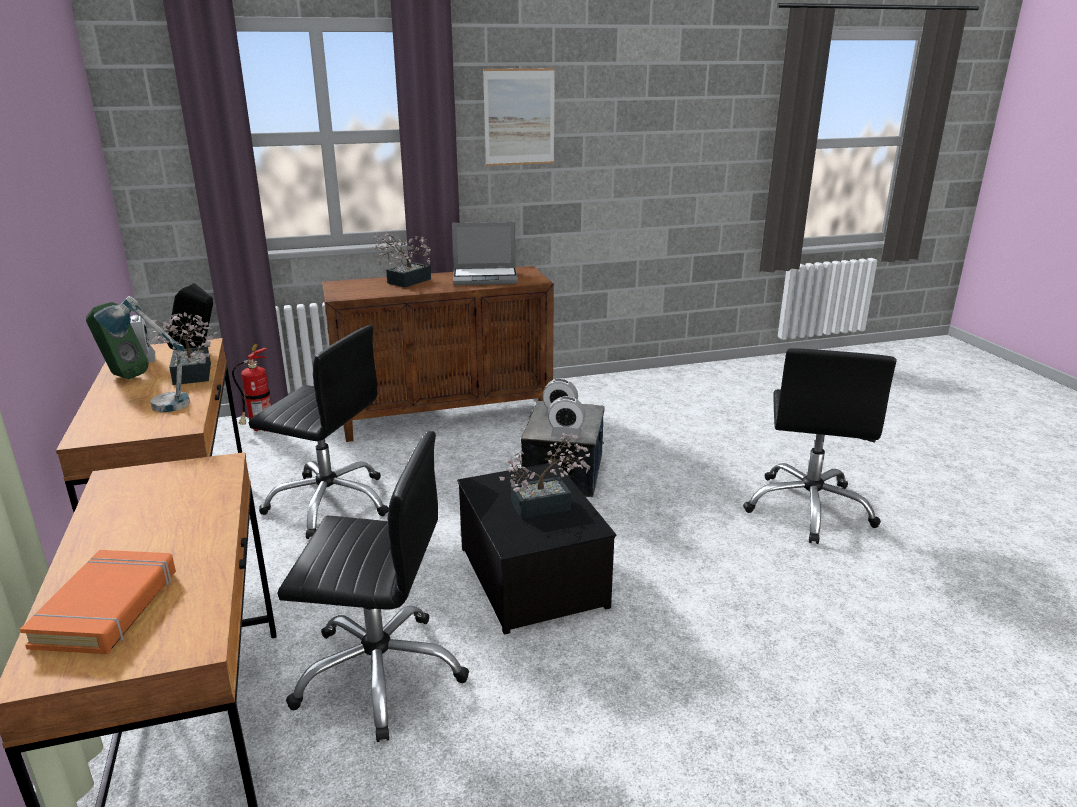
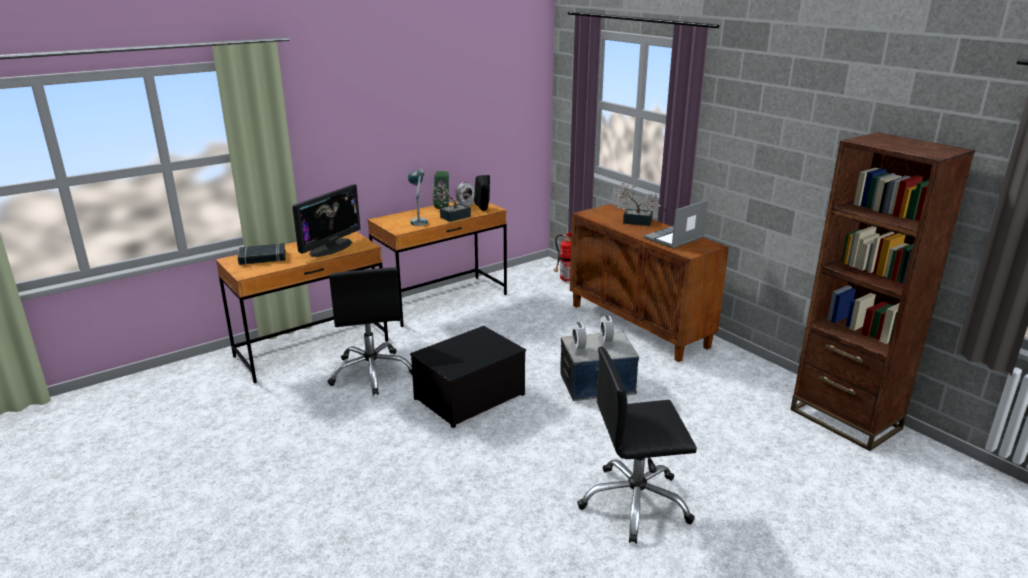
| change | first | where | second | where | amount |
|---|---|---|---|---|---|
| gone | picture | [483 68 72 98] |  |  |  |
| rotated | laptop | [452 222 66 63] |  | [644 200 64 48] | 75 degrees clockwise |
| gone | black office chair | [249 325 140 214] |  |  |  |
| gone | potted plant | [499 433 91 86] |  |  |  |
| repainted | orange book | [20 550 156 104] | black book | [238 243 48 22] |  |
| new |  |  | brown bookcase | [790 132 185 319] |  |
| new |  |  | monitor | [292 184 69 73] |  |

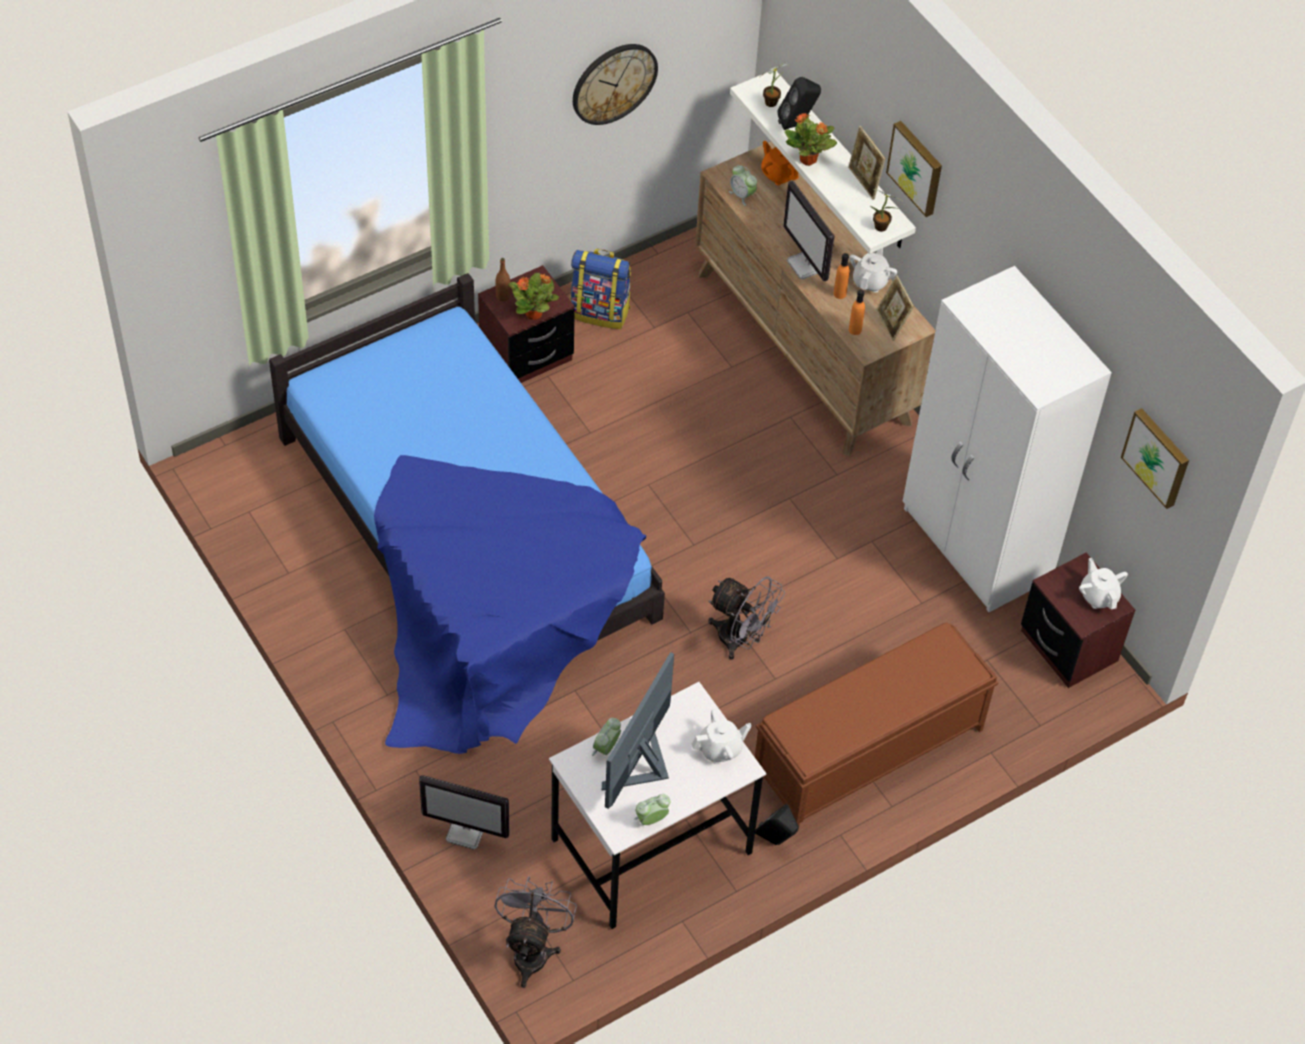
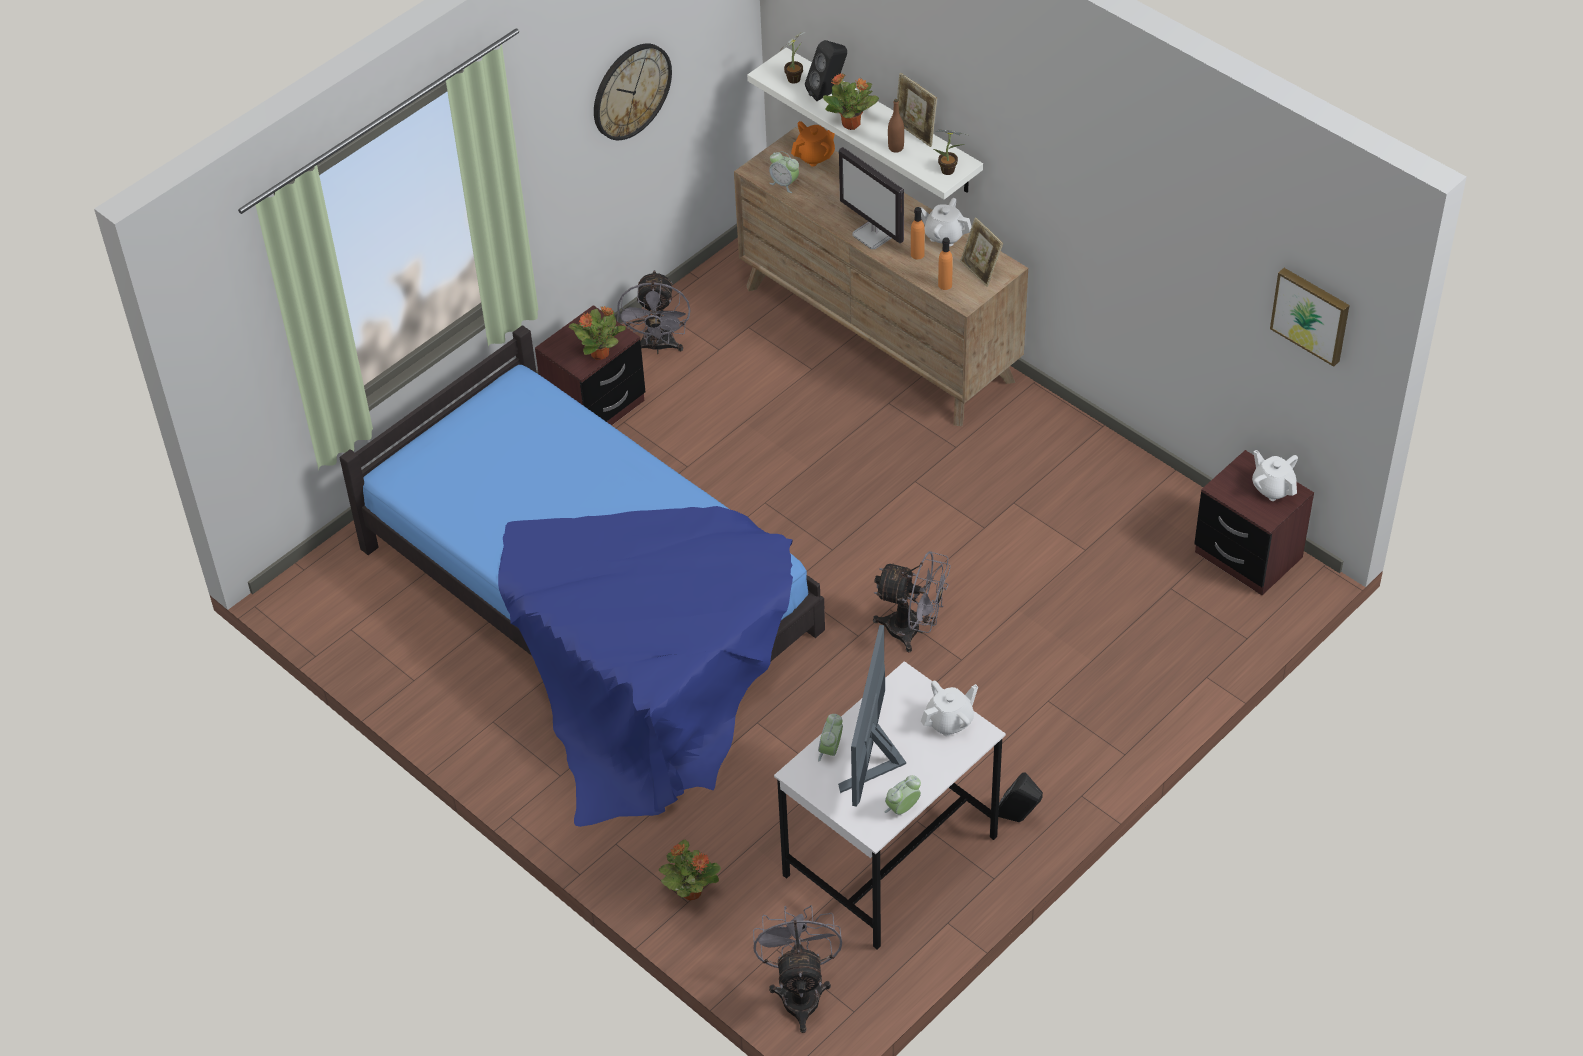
| change | first | where | second | where | amount |
|---|---|---|---|---|---|
| gone | picture | [886 121 56 96] |  |  |  |
| rotated | orange teapot | [761 141 38 44] |  | [791 121 44 46] | 105 degrees clockwise |
| rotated | white teapot | [849 248 48 45] |  | [920 198 52 48] | 75 degrees counterclockwise |
| swapped | backpack | [570 249 61 80] | grey fan | [617 270 74 84] |  |
| shifted | brown bottle | [495 258 15 43] |  | [888 99 16 54] |  |
| gone | white wardrobe | [903 266 209 346] |  |  |  |
| gone | brown bench | [755 623 243 207] |  |  |  |
| swapped | monitor | [419 775 90 74] | potted plant | [659 839 62 62] |  |

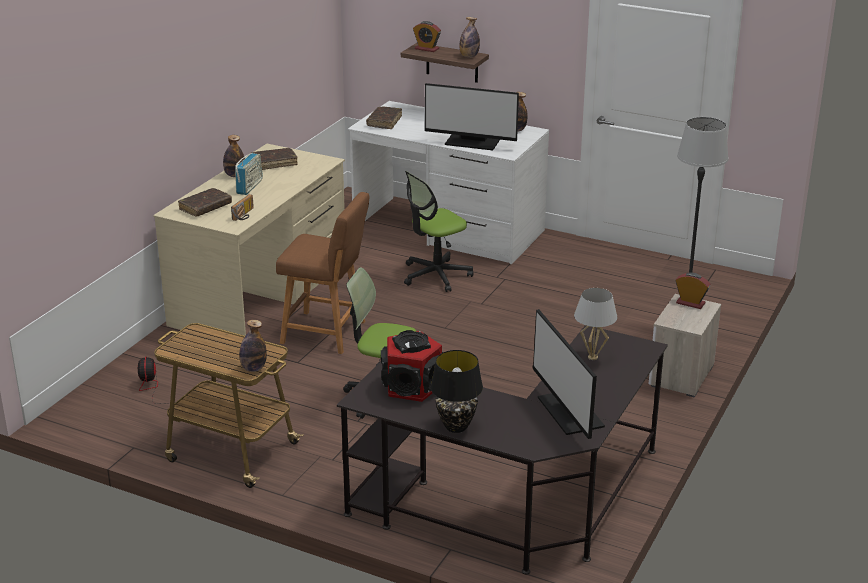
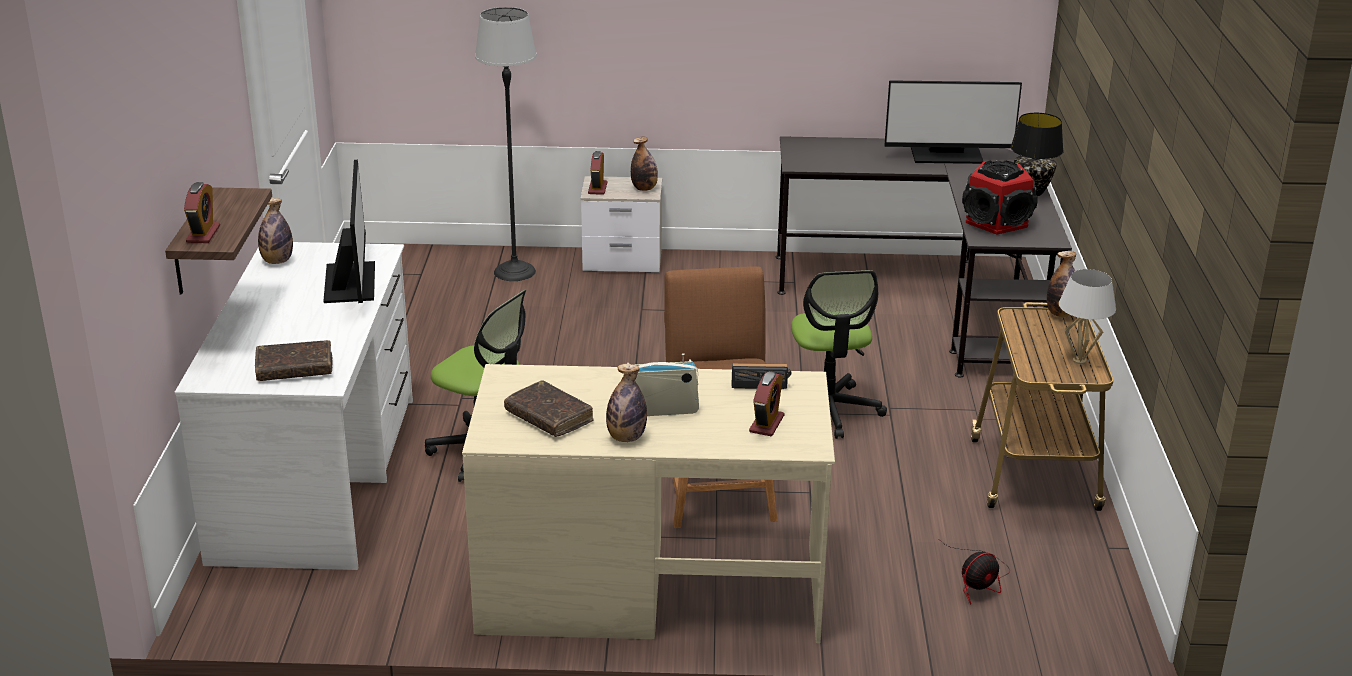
| change | first | where | second | where | amount |
|---|---|---|---|---|---|
| shifted | bottle | [459 17 21 40] |  | [631 137 27 54] |  |
| swapped | brown book | [178 188 54 29] | alarm clock | [749 371 35 65] |  |
| shifted | white table lamp | [574 288 43 72] |  | [1059 269 57 95] |  |
| rotated | monitor | [533 309 72 130] |  | [885 80 137 84] | 45 degrees clockwise |

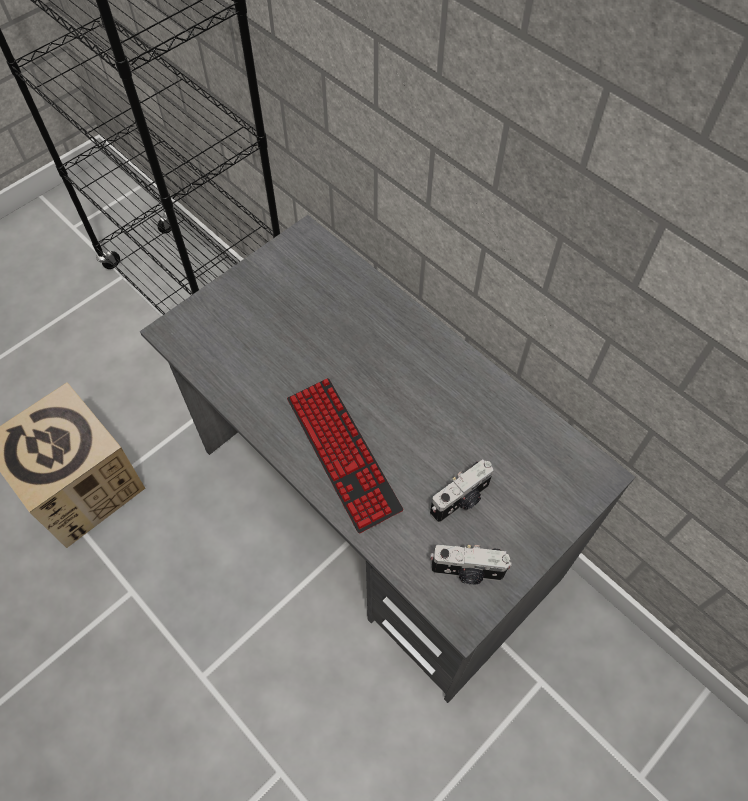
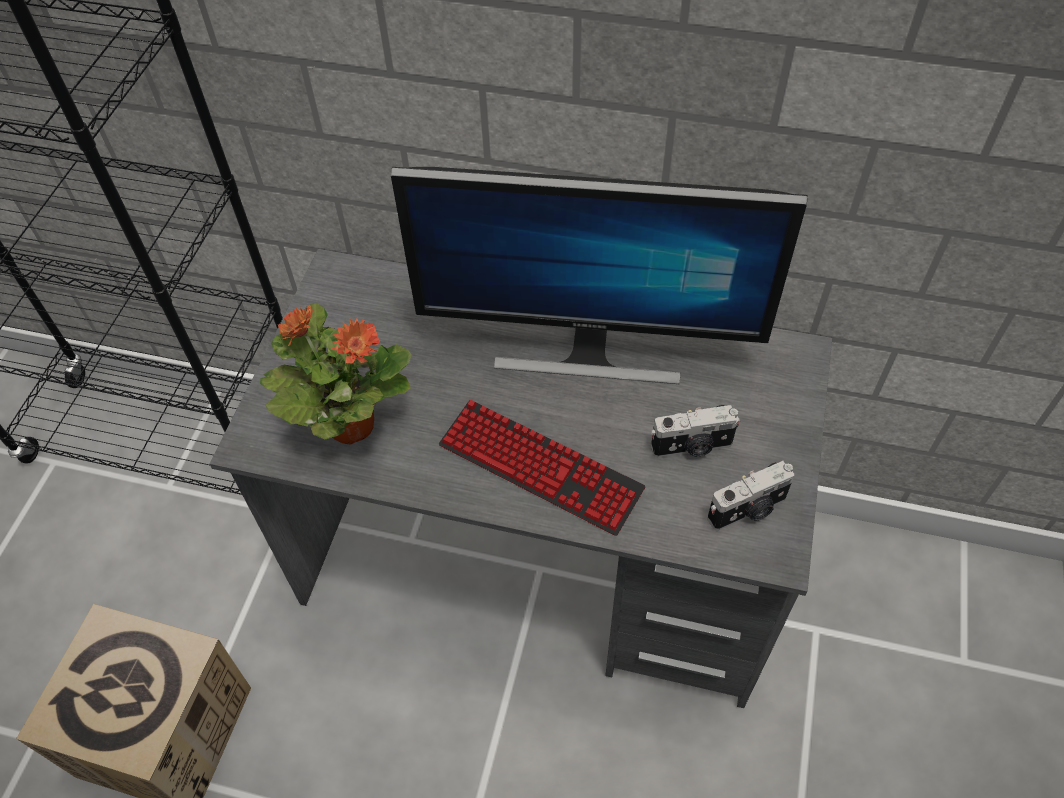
| change | first | where | second | where | amount |
|---|---|---|---|---|---|
| rotated | photo camera | [430 459 63 64] |  | [651 405 89 53] | 60 degrees clockwise |
| new |  |  | monitor | [391 167 417 217] |  |
| new |  |  | potted plant | [260 303 152 142] |  |

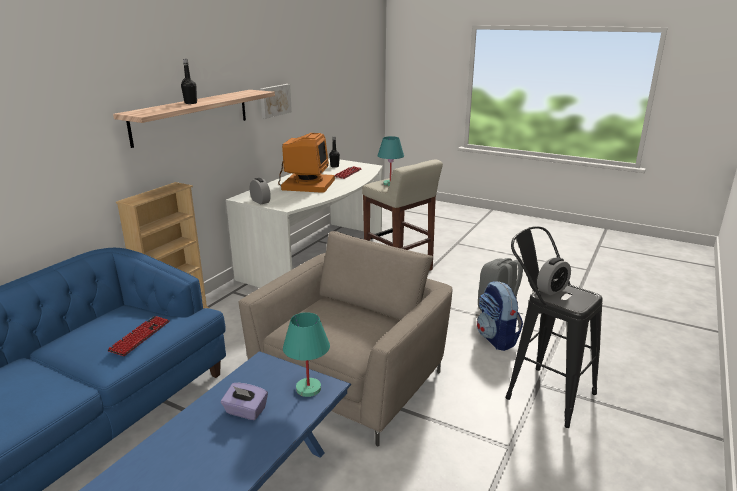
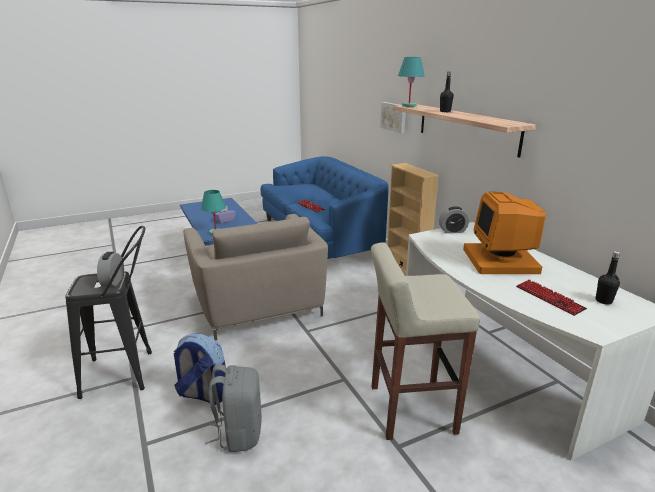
| change | first | where | second | where | amount |
|---|---|---|---|---|---|
| shifted | picture | [260 84 32 35] |  | [380 102 26 31] |  |
| rotated | monitor | [278 133 57 60] |  | [463 192 83 82] | 45 degrees clockwise |
| shifted | turquoise table lamp | [378 136 26 50] |  | [398 57 27 50] |  |

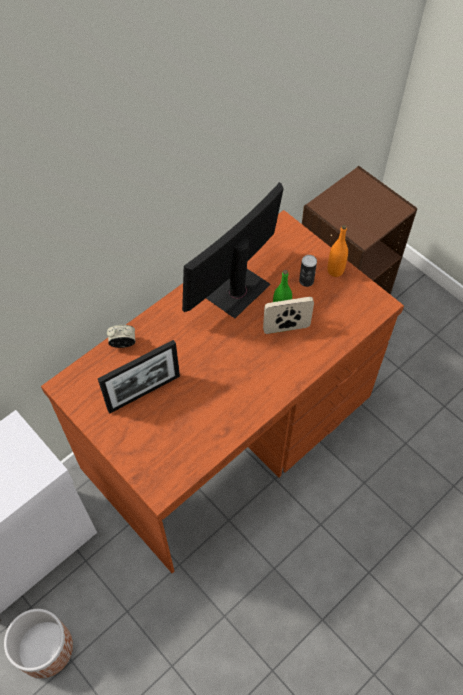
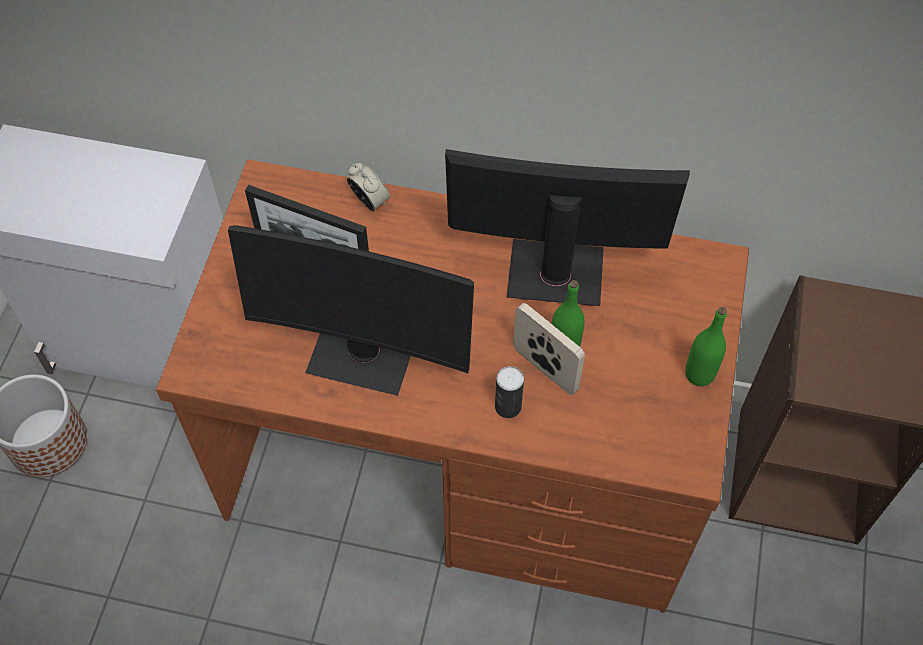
| change | first | where | second | where | amount |
|---|---|---|---|---|---|
| repainted | orange bottle | [327 225 21 52] | green bottle | [685 307 42 79] |  |
| shifted | can | [299 255 18 32] |  | [495 366 29 52] |  |
| new |  |  | monitor | [228 225 246 171] |  |

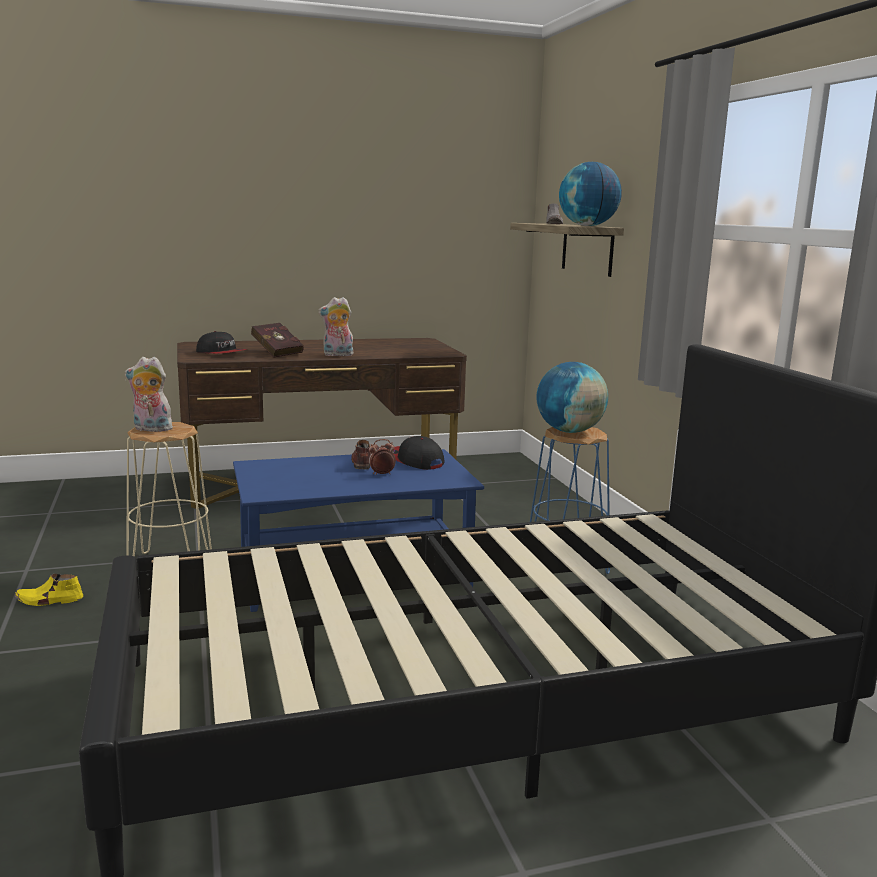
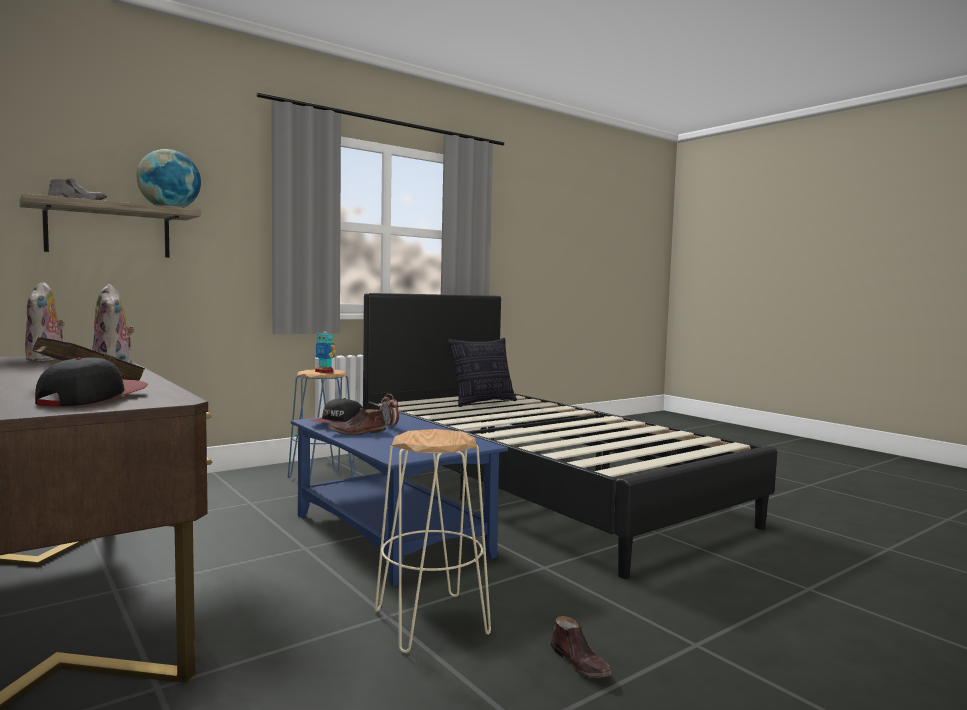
| change | first | where | second | where | amount |
|---|---|---|---|---|---|
| shifted | plush toy | [125 357 48 75] |  | [25 282 40 79] |  |
| swapped | globe | [536 362 72 71] | toy robot | [315 326 21 47] |  |
| repainted | yellow shoe | [14 574 69 32] | brown shoe | [551 616 61 62] |  |
| new |  |  | pillow | [448 338 69 69] |  |

